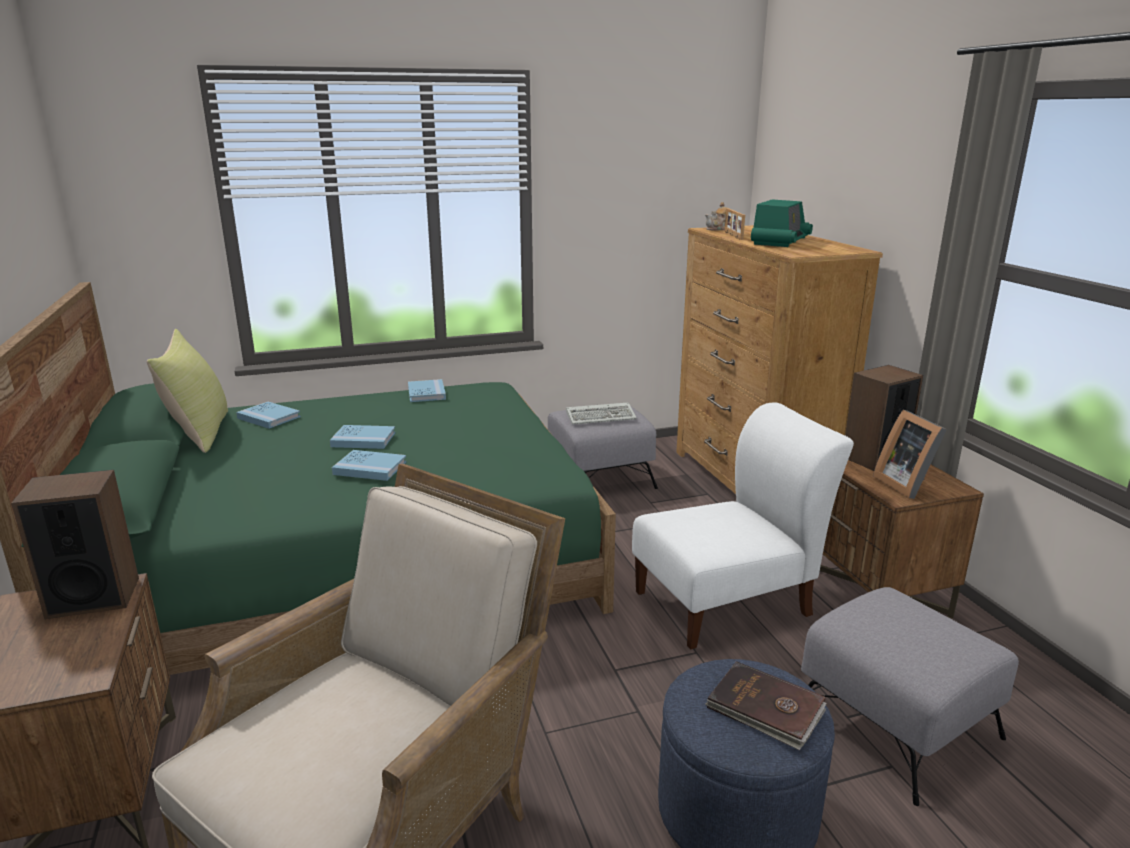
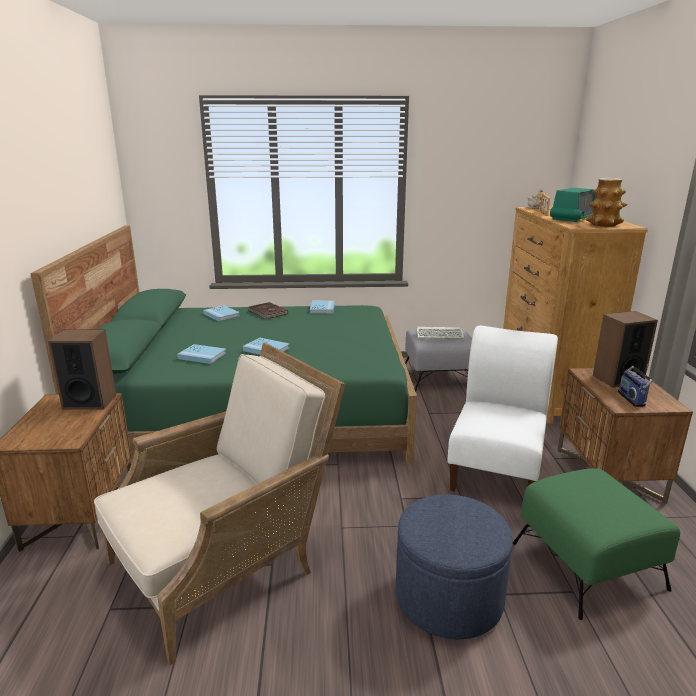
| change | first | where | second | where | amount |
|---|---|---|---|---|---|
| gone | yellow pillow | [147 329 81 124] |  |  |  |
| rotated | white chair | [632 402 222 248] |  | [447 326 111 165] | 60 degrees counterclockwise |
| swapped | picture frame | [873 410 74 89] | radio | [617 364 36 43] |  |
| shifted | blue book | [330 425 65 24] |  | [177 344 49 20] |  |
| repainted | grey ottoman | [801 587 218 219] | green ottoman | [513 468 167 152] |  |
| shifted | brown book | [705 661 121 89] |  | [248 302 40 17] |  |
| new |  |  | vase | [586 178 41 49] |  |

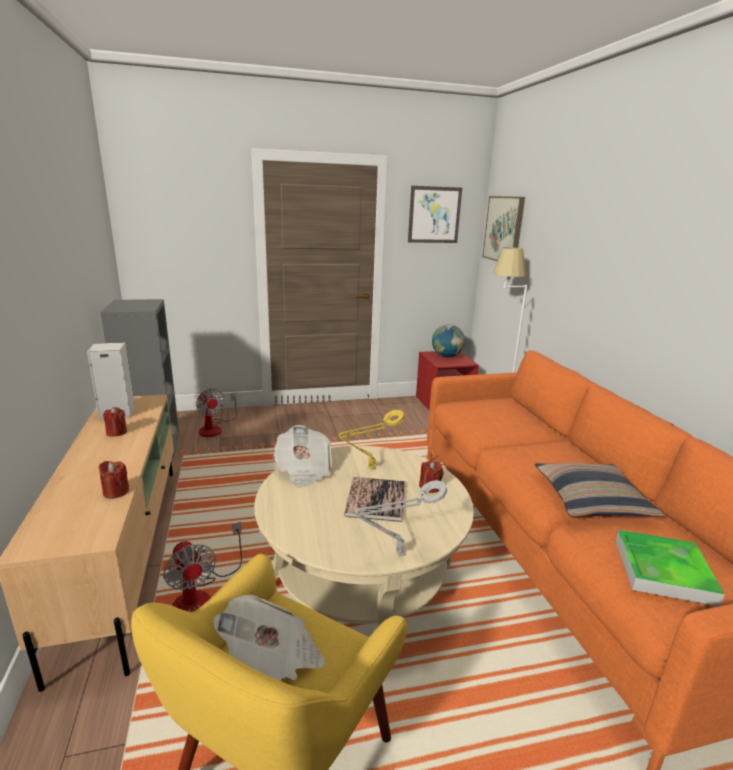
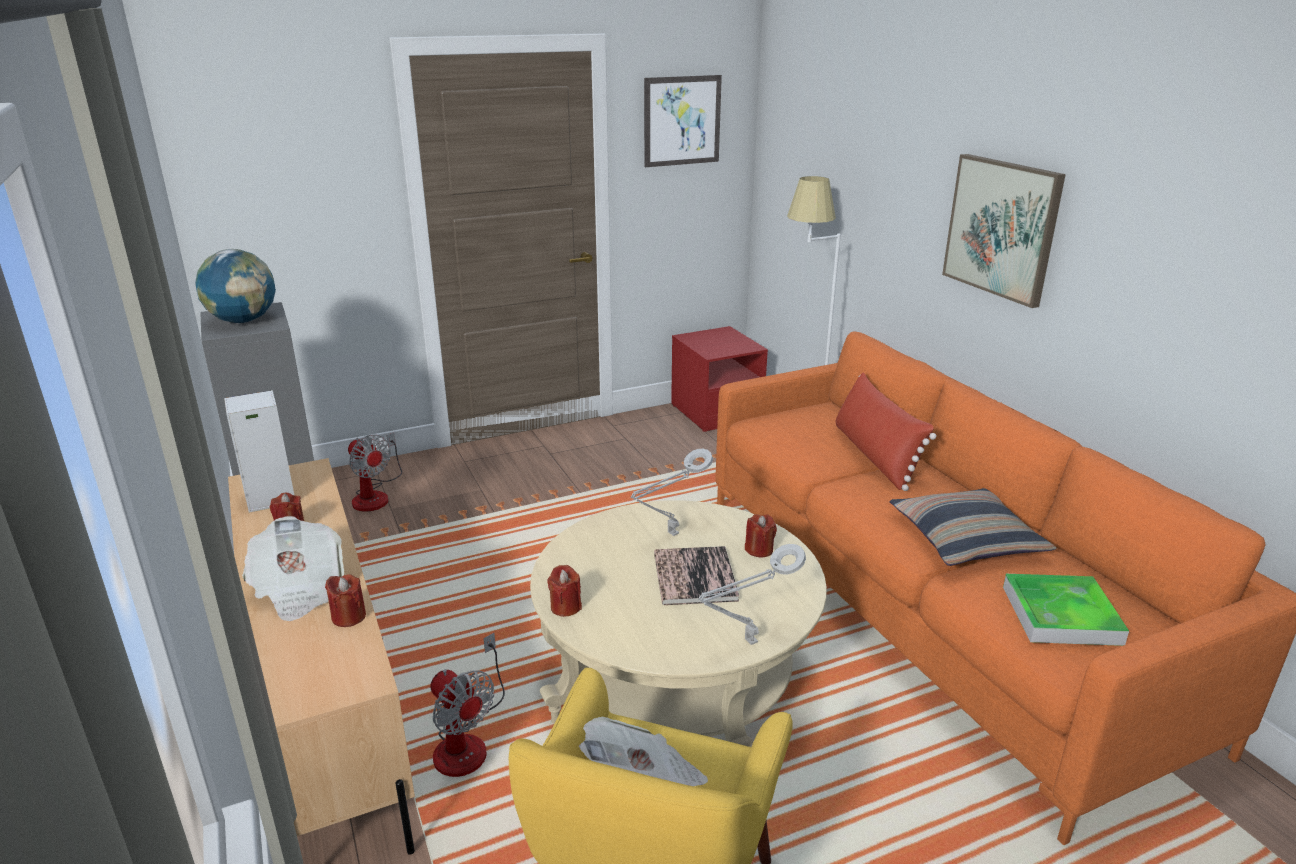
| change | first | where | second | where | amount |
|---|---|---|---|---|---|
| shifted | picture | [482 196 43 65] |  | [942 154 124 154] |  |
| shifted | globe | [432 324 33 33] |  | [195 249 81 74] |  |
| repainted | yellow table lamp | [338 410 66 60] | grey table lamp | [630 449 83 87] |  |
| shifted | newspaper | [273 425 59 63] |  | [242 516 102 105] |  |
| new |  |  | red pillow | [836 372 101 119] |  |
| new |  |  | red candle | [547 565 35 52] |  |

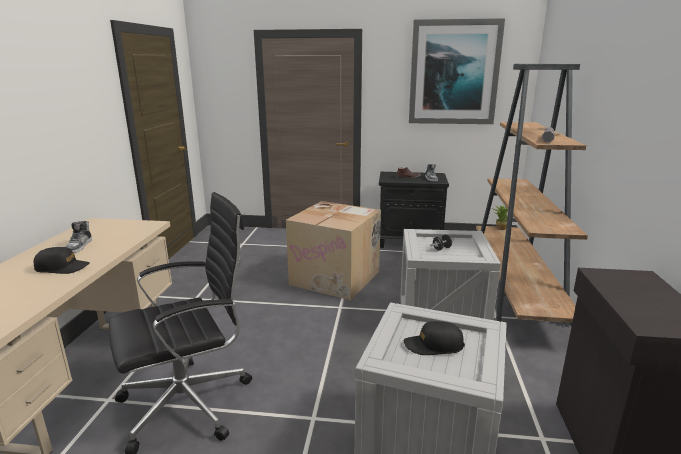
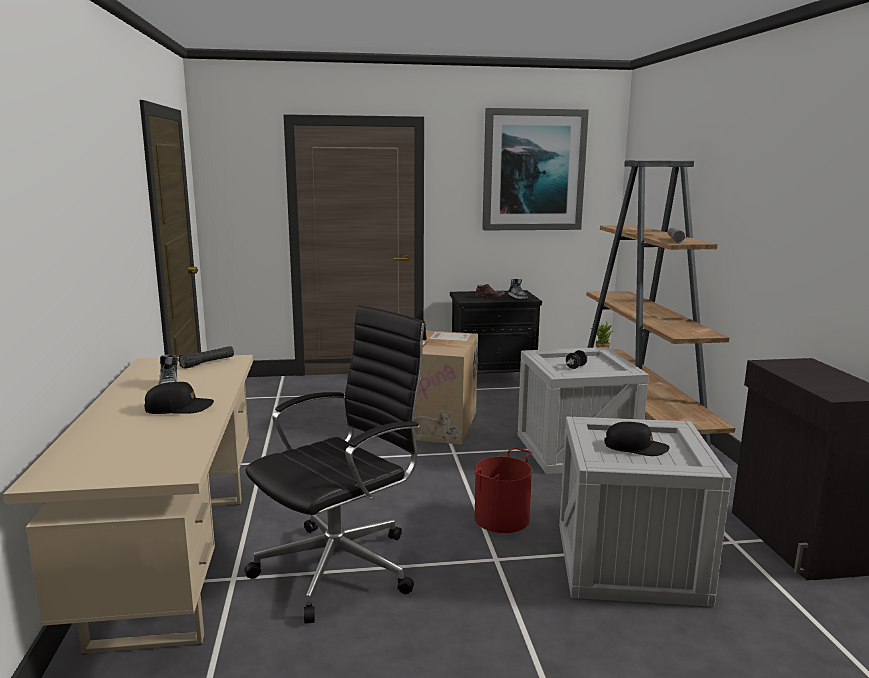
| change | first | where | second | where | amount |
|---|---|---|---|---|---|
| rotated | black cap | [404 321 61 34] |  | [604 422 66 34] | 150 degrees counterclockwise |
| new |  |  | black flashlight | [178 346 56 23] |  |
| new |  |  | red bucket | [474 447 58 86] |  |

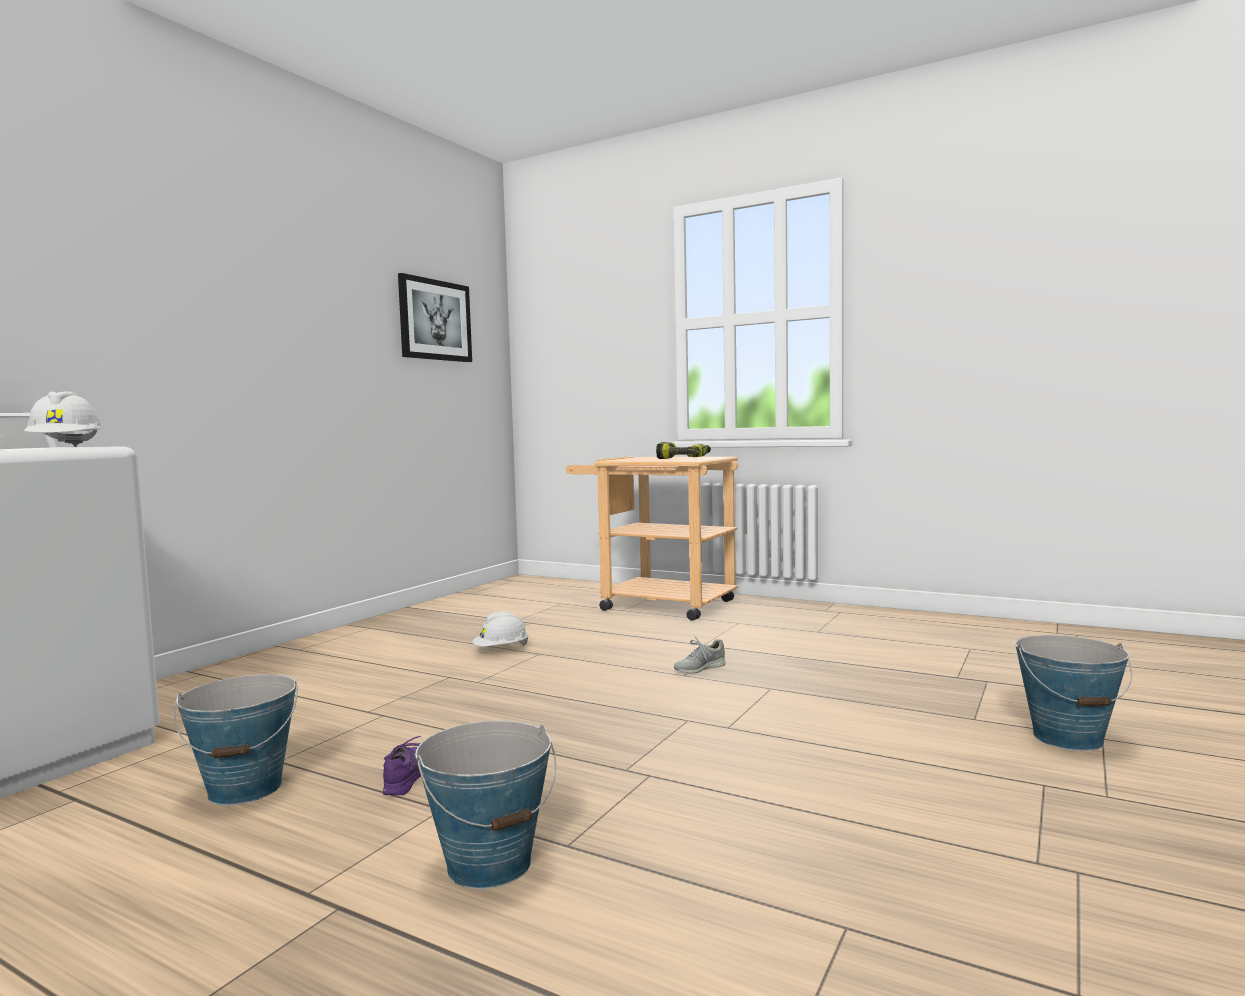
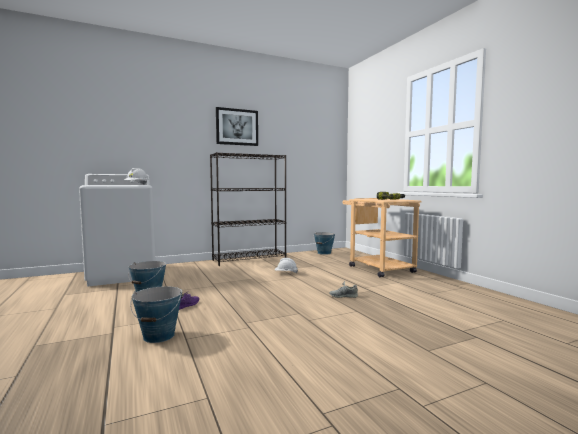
| change | first | where | second | where | amount |
|---|---|---|---|---|---|
| shifted | picture | [398 273 74 89] |  | [216 107 42 39] |  |
| shifted | bucket | [1015 635 118 116] |  | [313 232 22 23] |  |
| new |  |  | black bookcase | [210 152 76 114] |  |

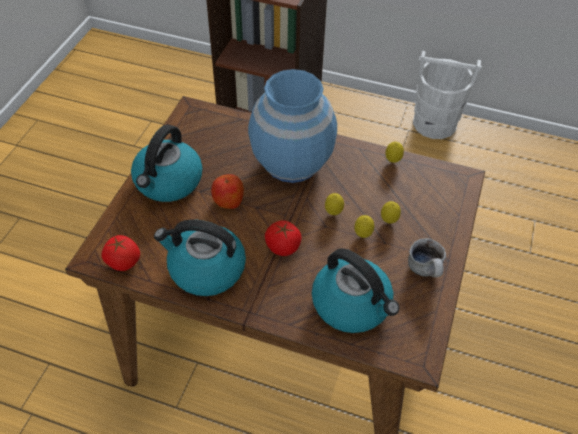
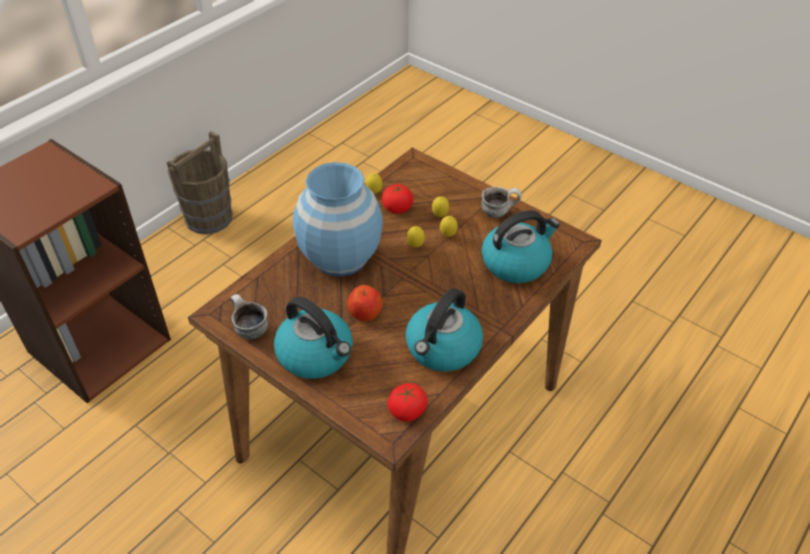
| change | first | where | second | where | amount |
|---|---|---|---|---|---|
| repainted | white bucket | [413 50 69 89] | brown bucket | [167 131 66 103] |  |
| shifted | tomato | [265 220 37 36] |  | [382 184 31 30] |  |
| new |  |  | mug | [231 294 37 45] |  |

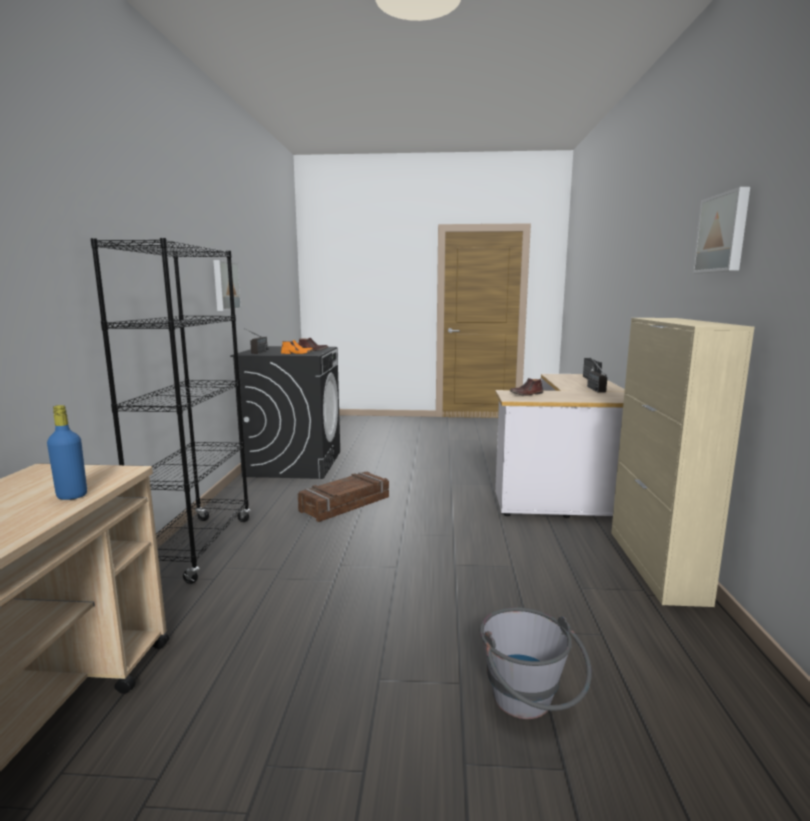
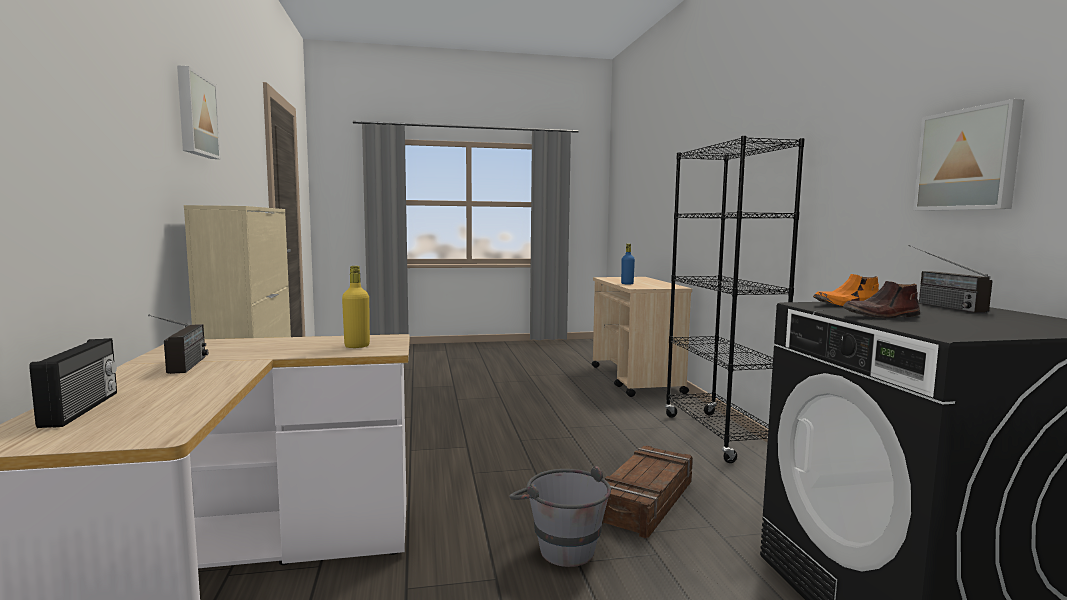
| change | first | where | second | where | amount |
|---|---|---|---|---|---|
| swapped | brown shoe | [509 378 34 18] | yellow bottle | [342 266 28 82] |  |
| shifted | grey bucket | [480 607 112 112] |  | [510 466 101 101] |  |

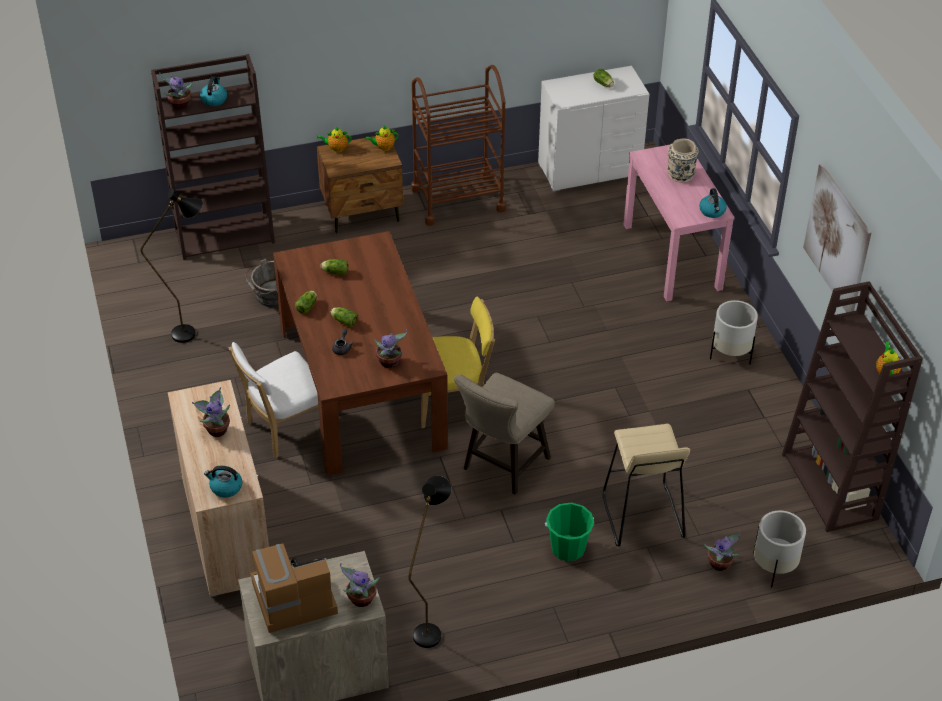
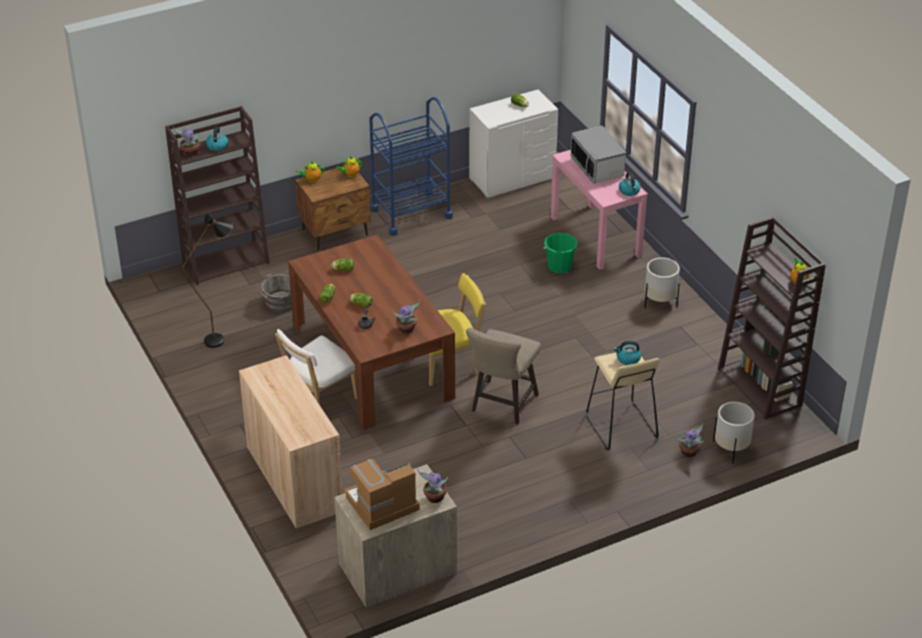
| change | first | where | second | where | amount |
|---|---|---|---|---|---|
| repainted | brown cart | [411 65 95 161] | blue cart | [369 97 84 139] |  |
| swapped | beige vase | [667 139 32 44] | microwave | [571 126 55 58] |  |
| gone | picture | [803 164 69 149] |  |  |  |
| gone | potted plant | [192 387 38 50] |  |  |  |
| shifted | kettle | [204 466 38 32] |  | [614 341 27 24] |  |
| gone | black floor lamp | [408 476 44 172] |  |  |  |
| shifted | green bucket | [545 502 49 59] |  | [543 233 35 41] |  |

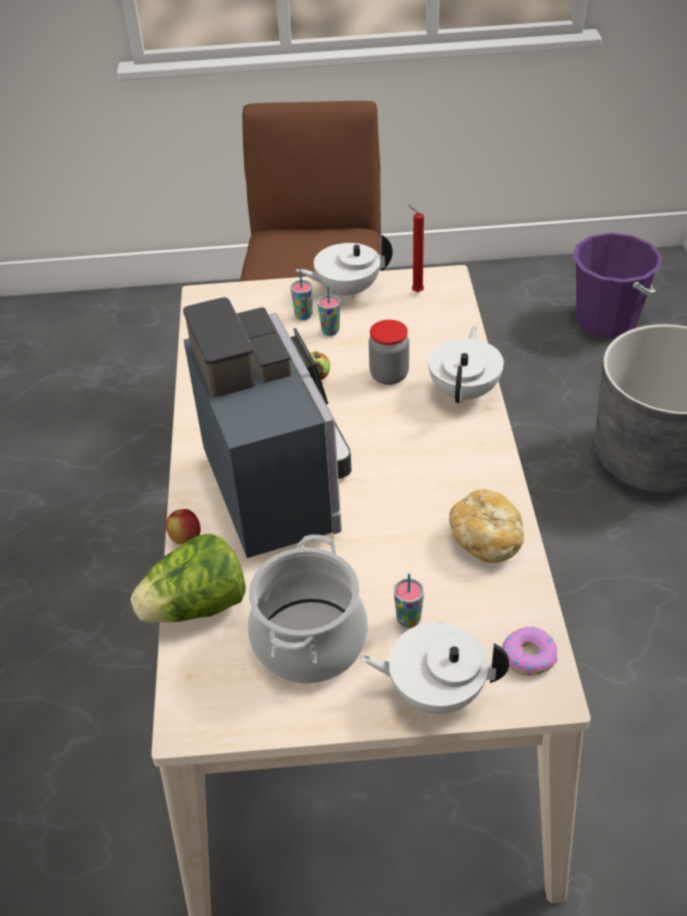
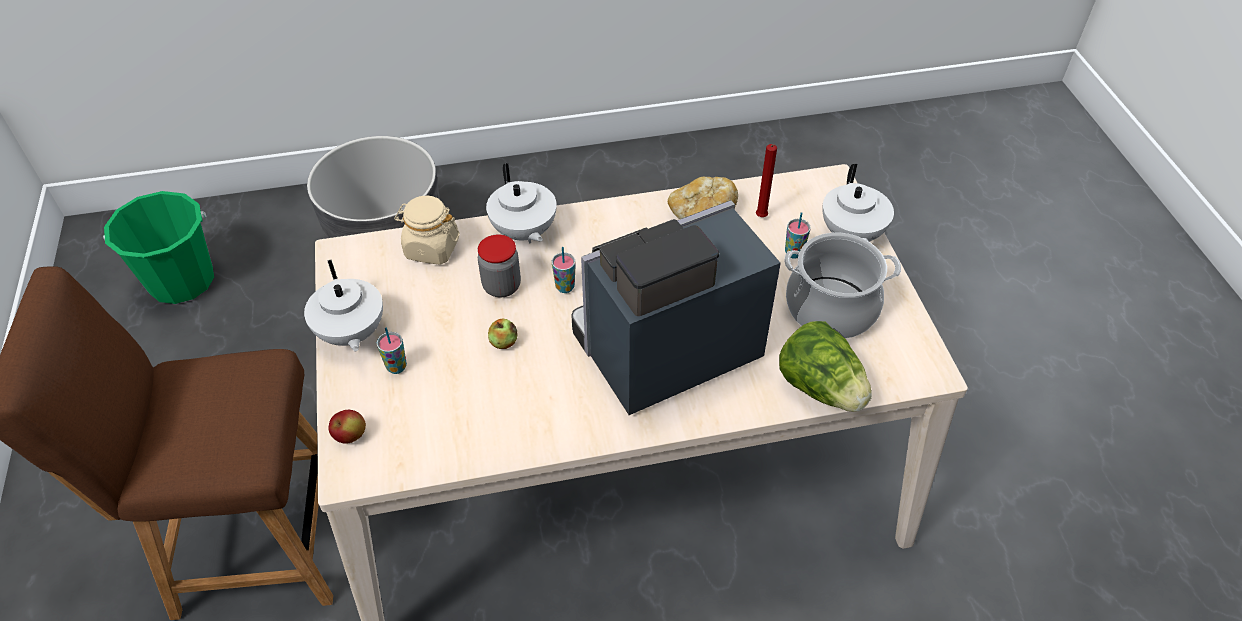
| change | first | where | second | where | amount |
|---|---|---|---|---|---|
| shifted | red candle | [408 205 16 87] |  | [756 144 21 73] |  |
| repainted | purple bucket | [573 232 89 106] | green bucket | [103 191 111 113] |  |
| shifted | cup | [317 286 23 50] |  | [552 247 24 46] |  |
| rotated | white teapot | [428 326 76 77] |  | [486 163 71 80] | 120 degrees counterclockwise |
| shifted | apple | [166 509 35 36] |  | [328 410 38 34] |  |
| gone | donut | [502 627 56 49] |  |  |  |
| new |  |  | beige jar | [394 196 66 69] |  |

